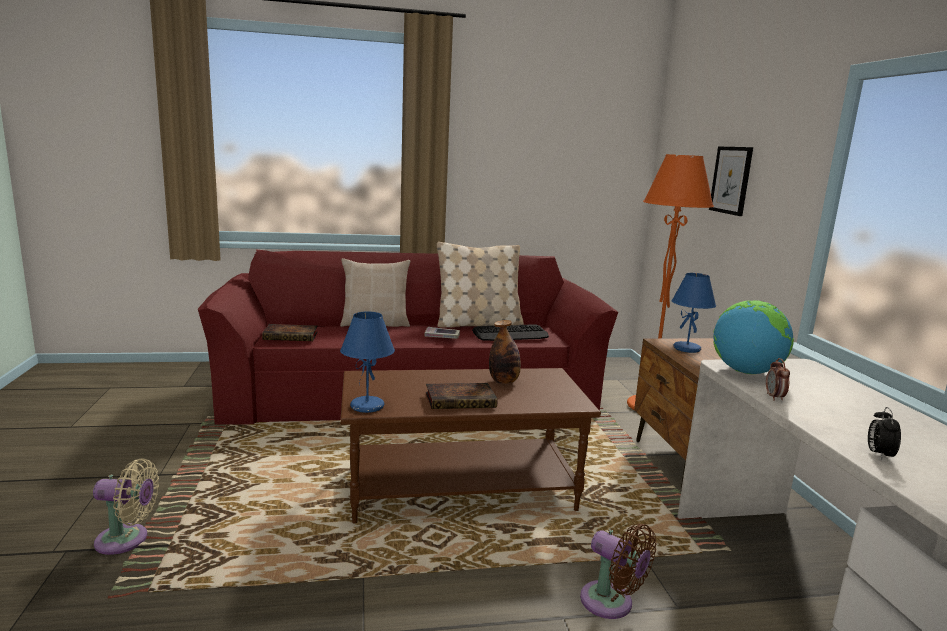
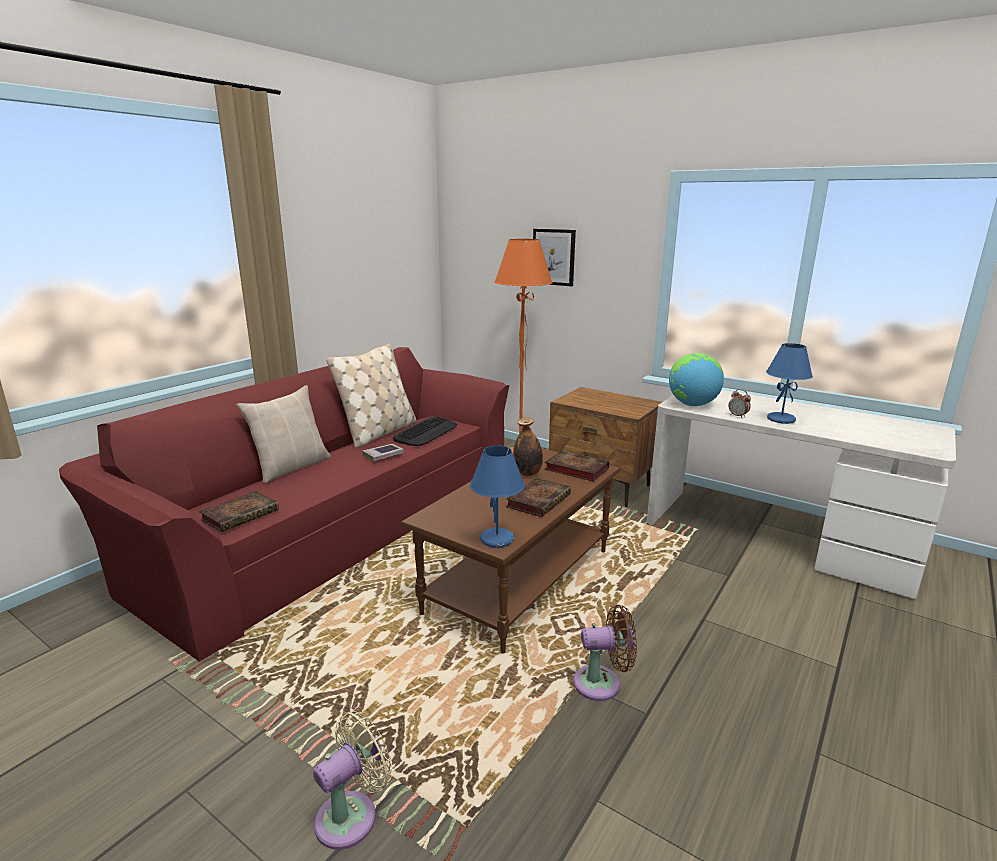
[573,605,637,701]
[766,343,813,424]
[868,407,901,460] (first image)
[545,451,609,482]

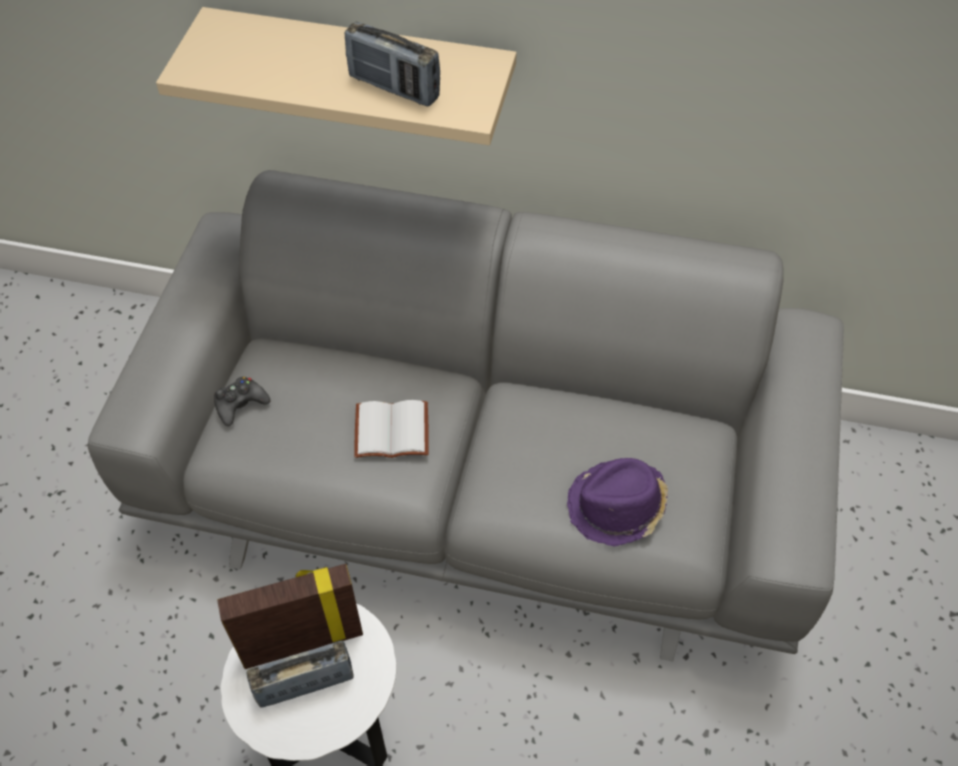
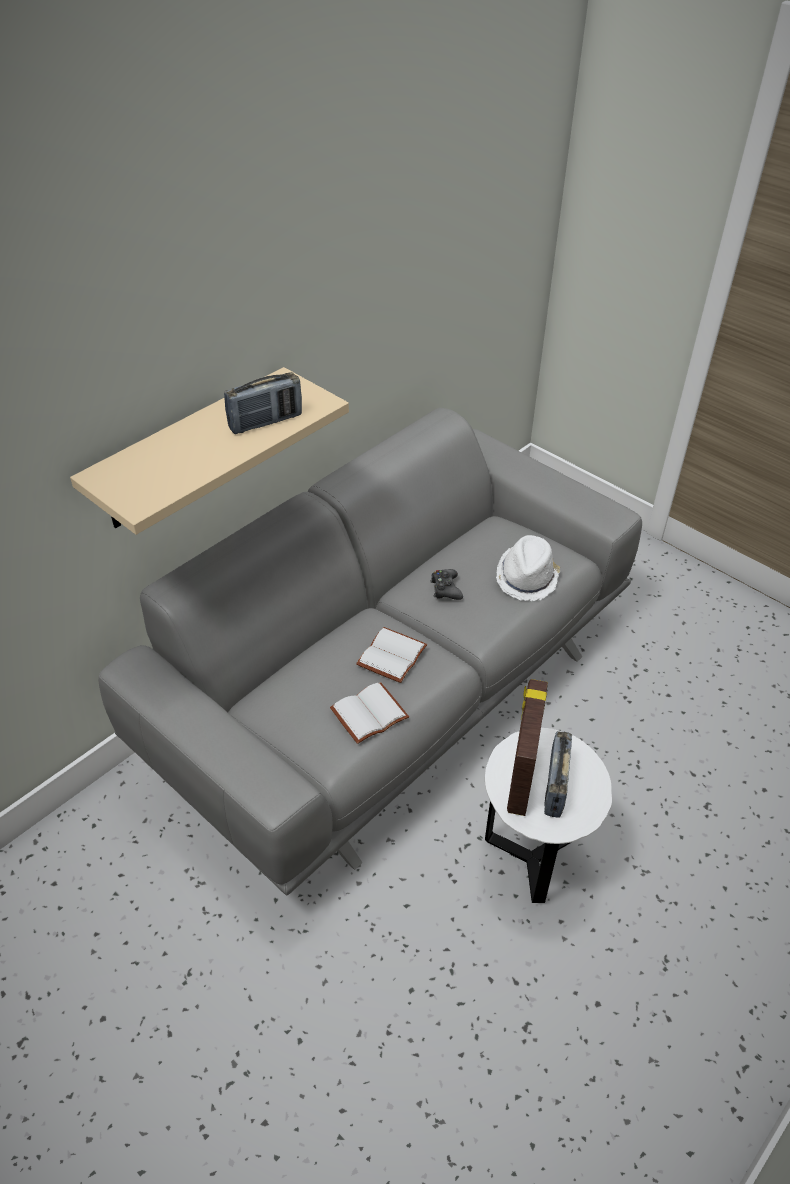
[430,569,463,600]
[496,535,560,601]
[330,682,409,744]

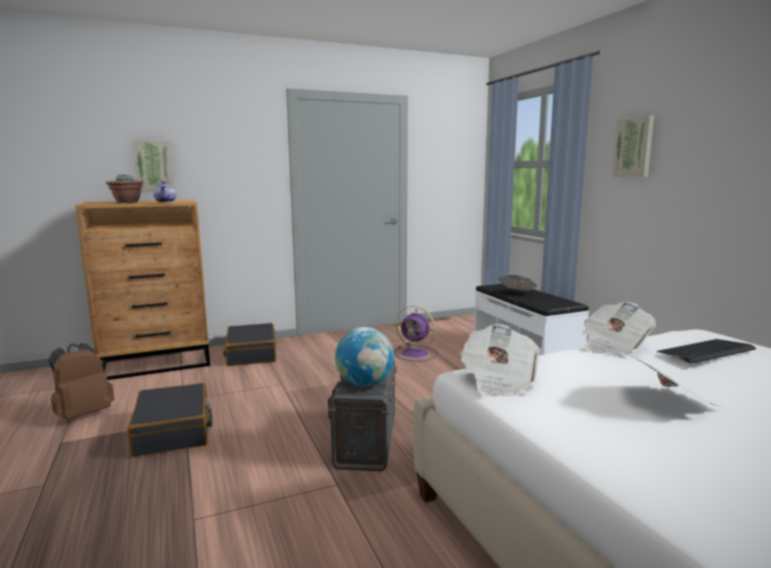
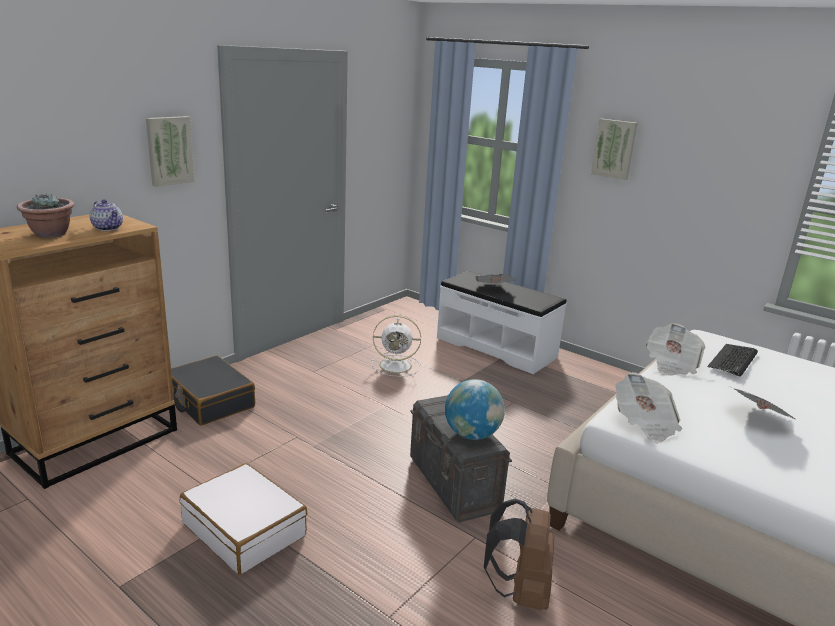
[484,499,554,610]
[180,463,307,575]
[146,116,195,187]
[372,315,421,377]

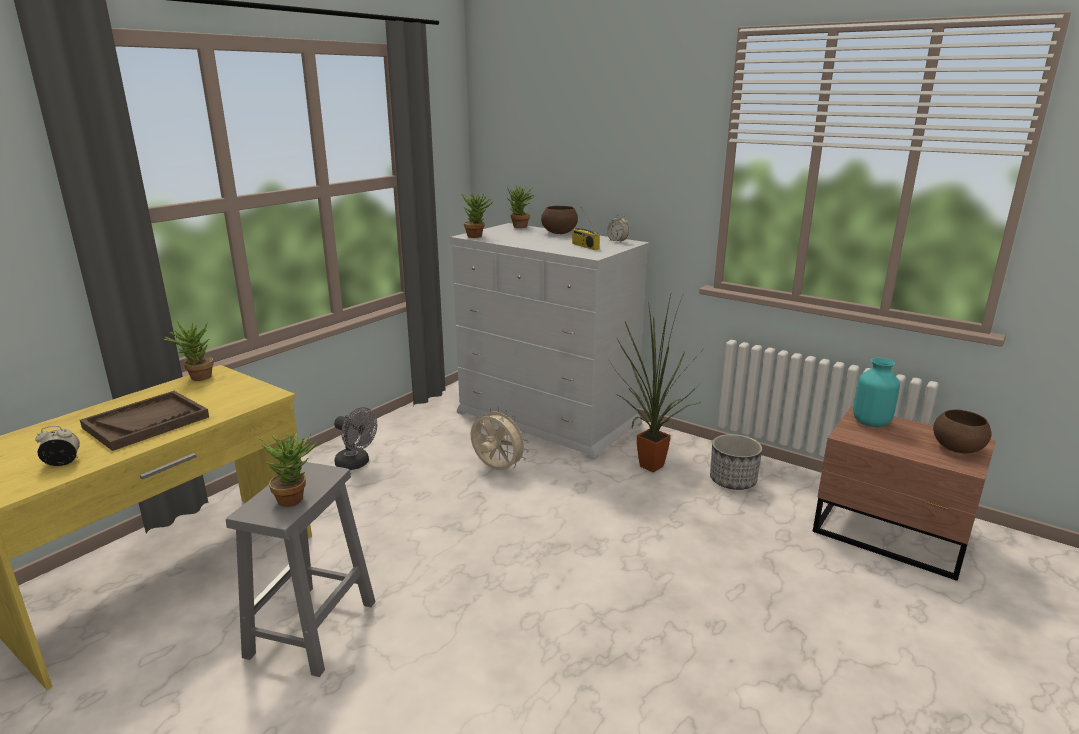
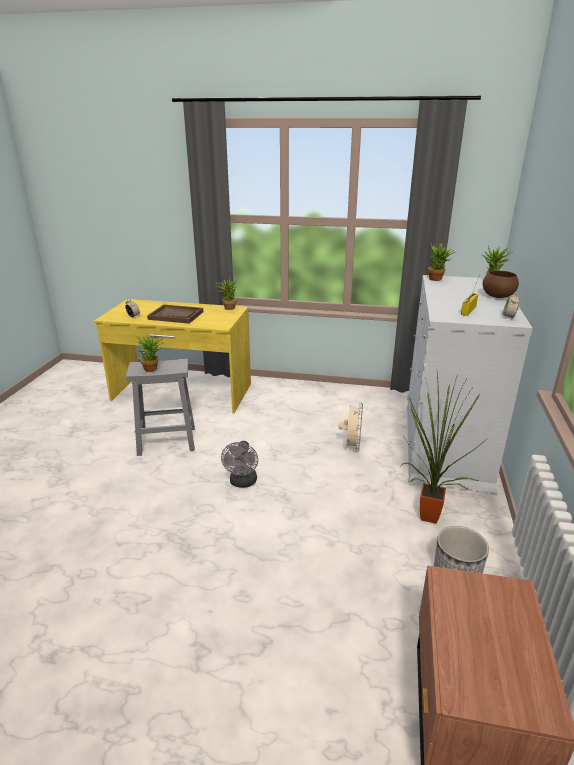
[221,441,258,488]
[853,358,900,427] (first image)
[933,409,991,453] (first image)

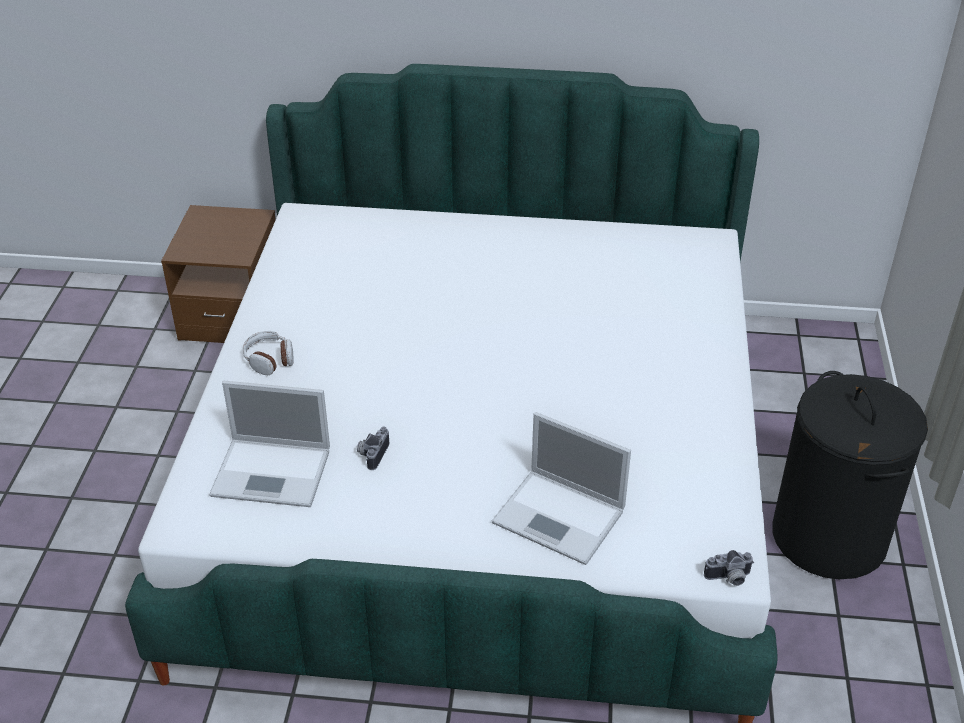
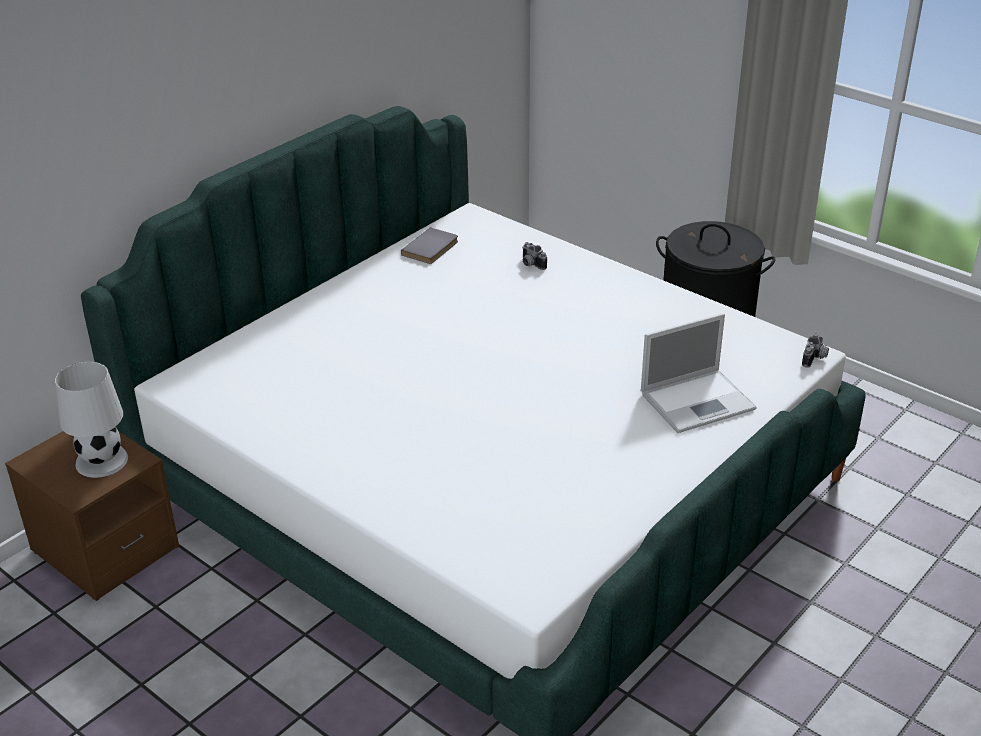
[209,381,330,507] (first image)
[243,331,294,375] (first image)
[522,242,547,270]
[55,361,128,478]
[401,227,458,264]

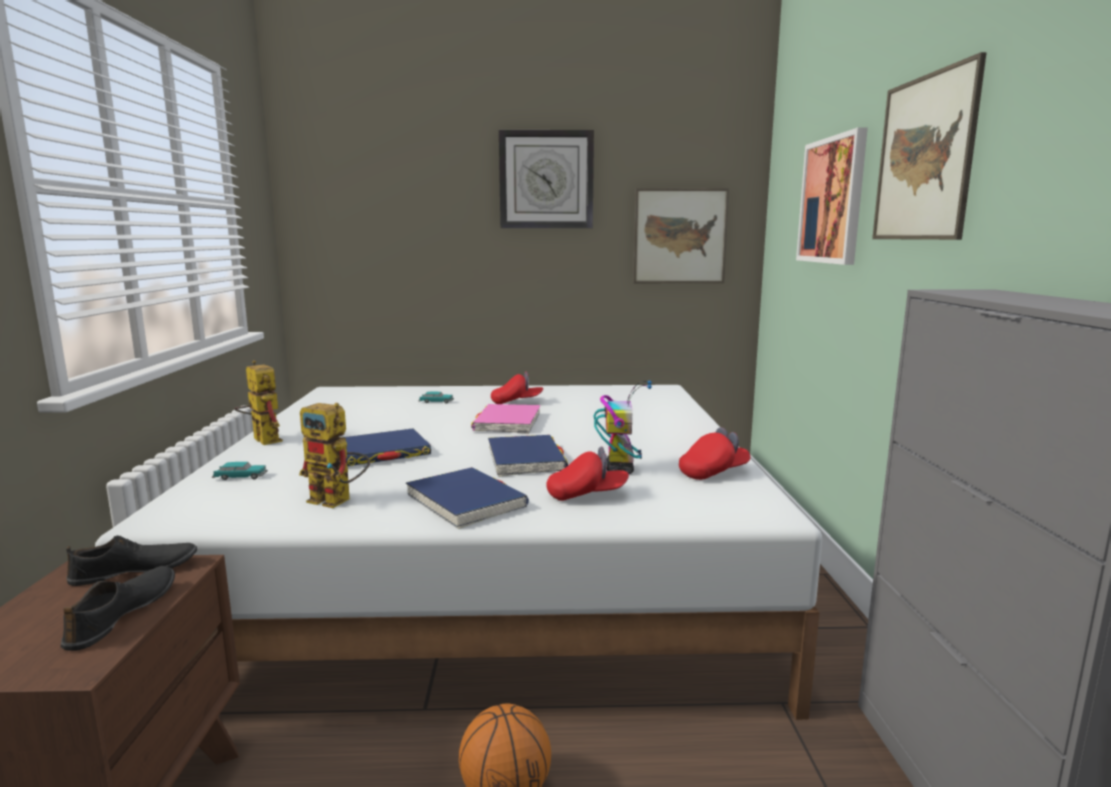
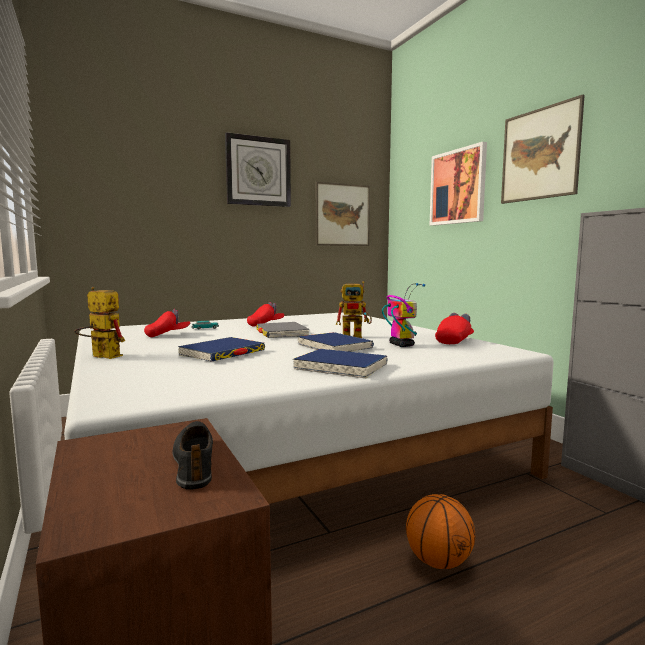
[66,535,197,586] (first image)
[212,462,268,480] (first image)
[336,281,372,338]
[256,322,310,338]
[144,309,190,337]

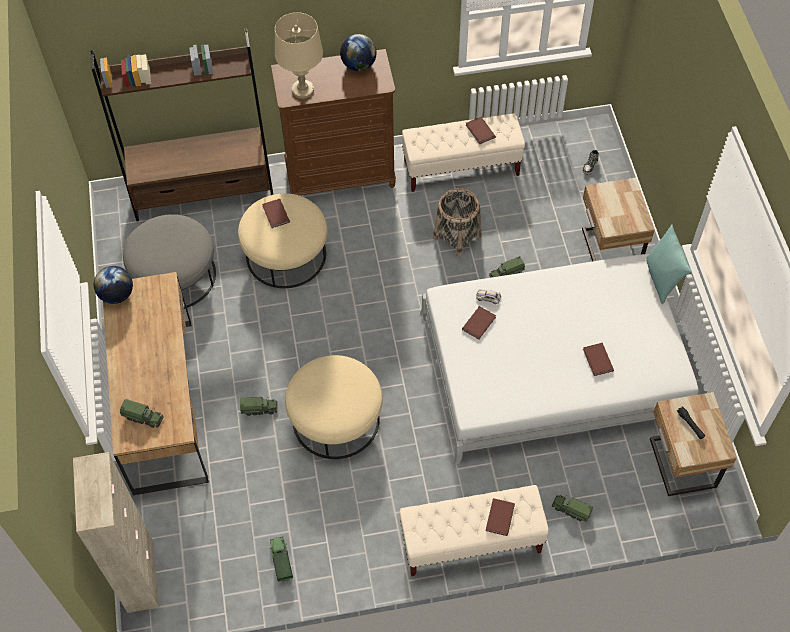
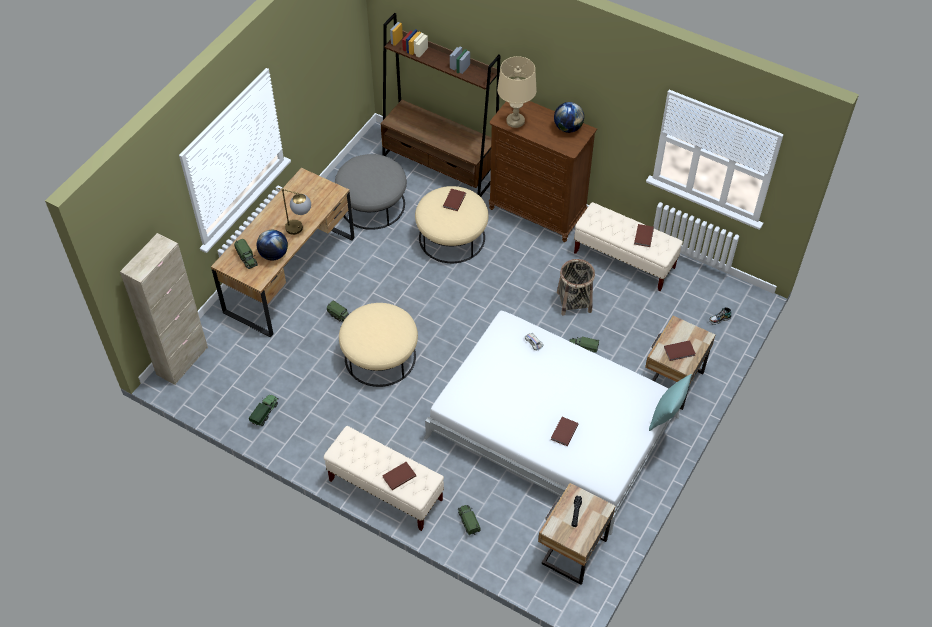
[256,230,288,260]
[664,340,696,361]
[277,188,311,235]

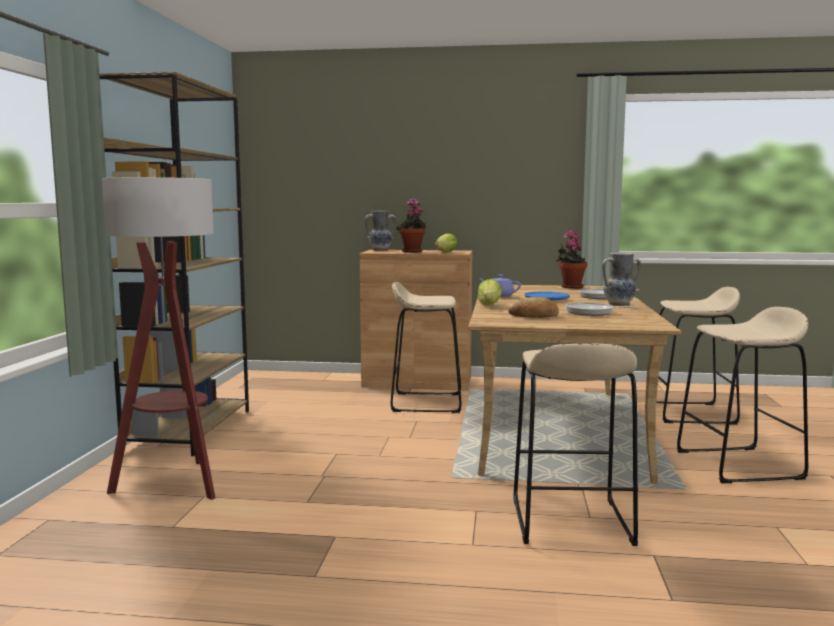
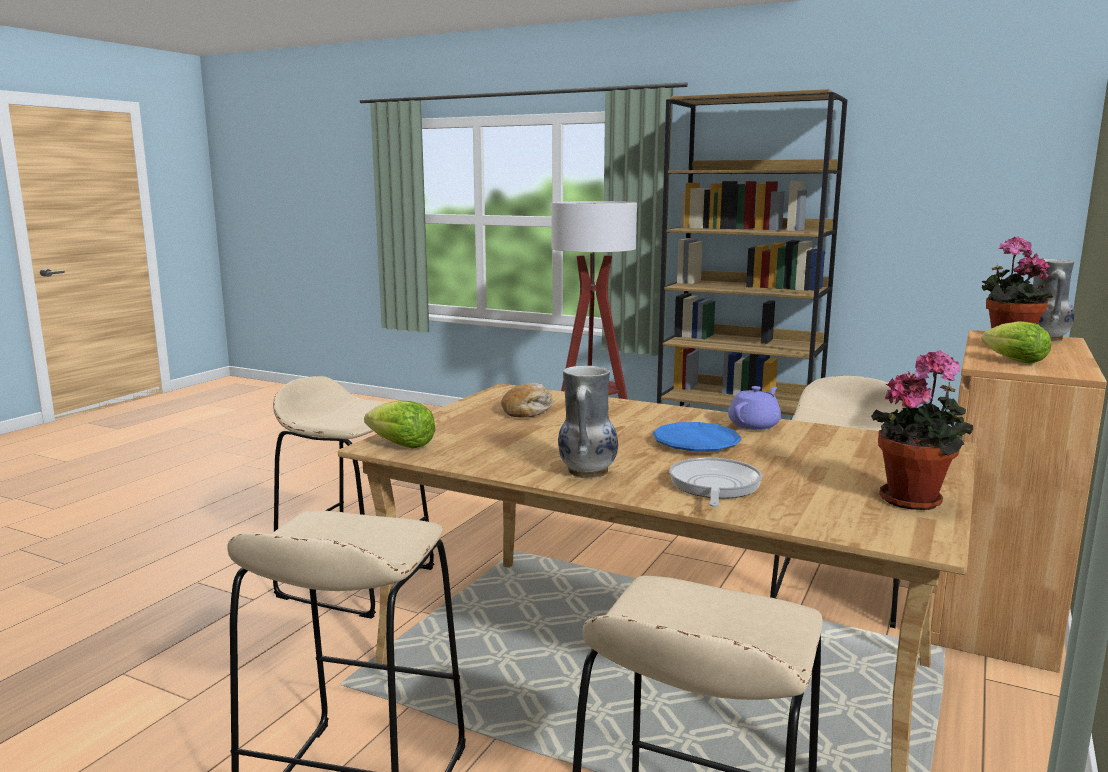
[364,400,435,449]
[566,303,640,316] (first image)

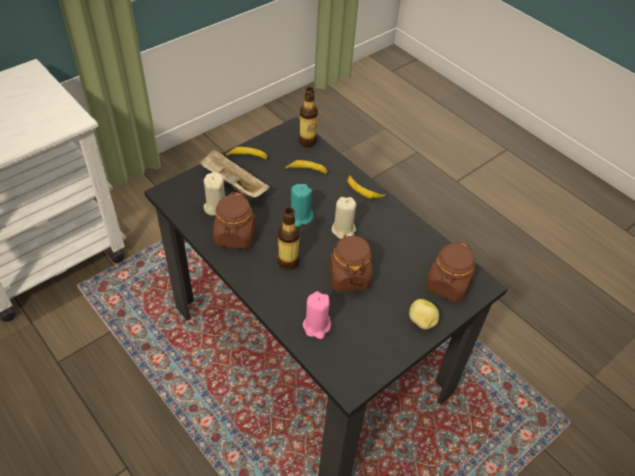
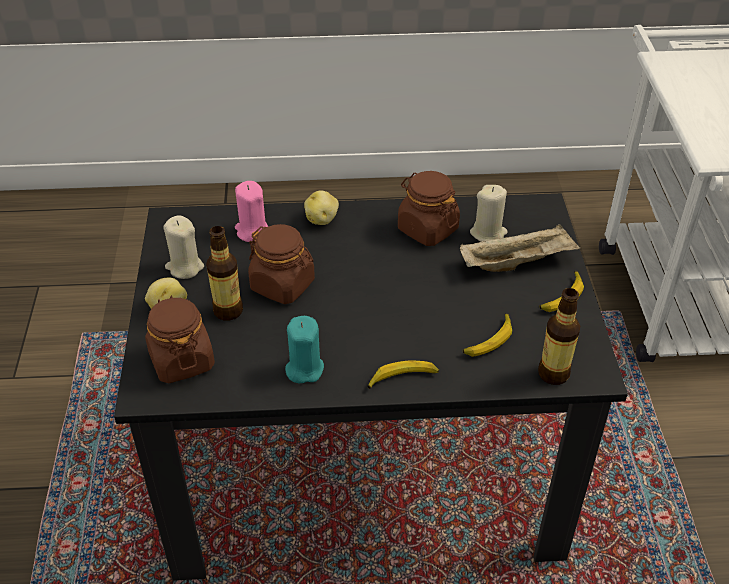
[206,226,243,321]
[285,316,324,383]
[163,215,204,279]
[304,190,339,225]

